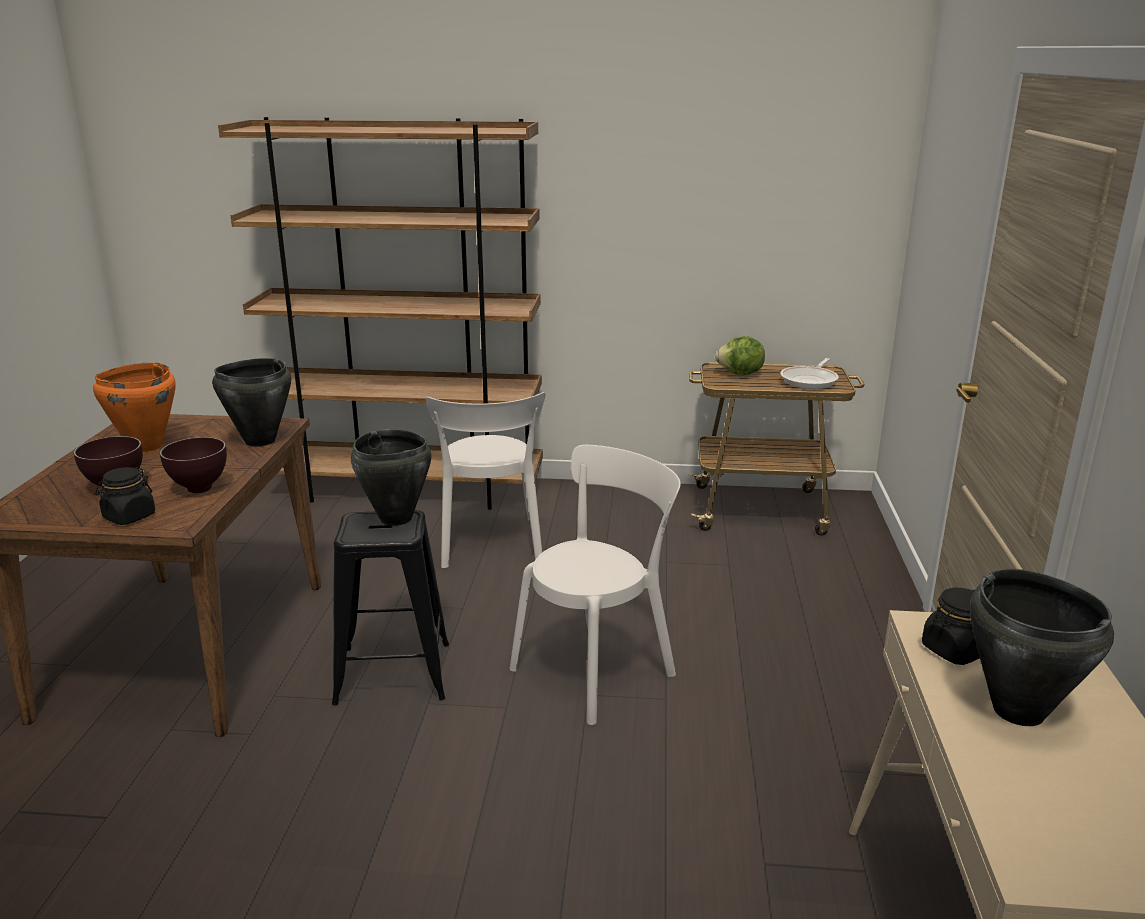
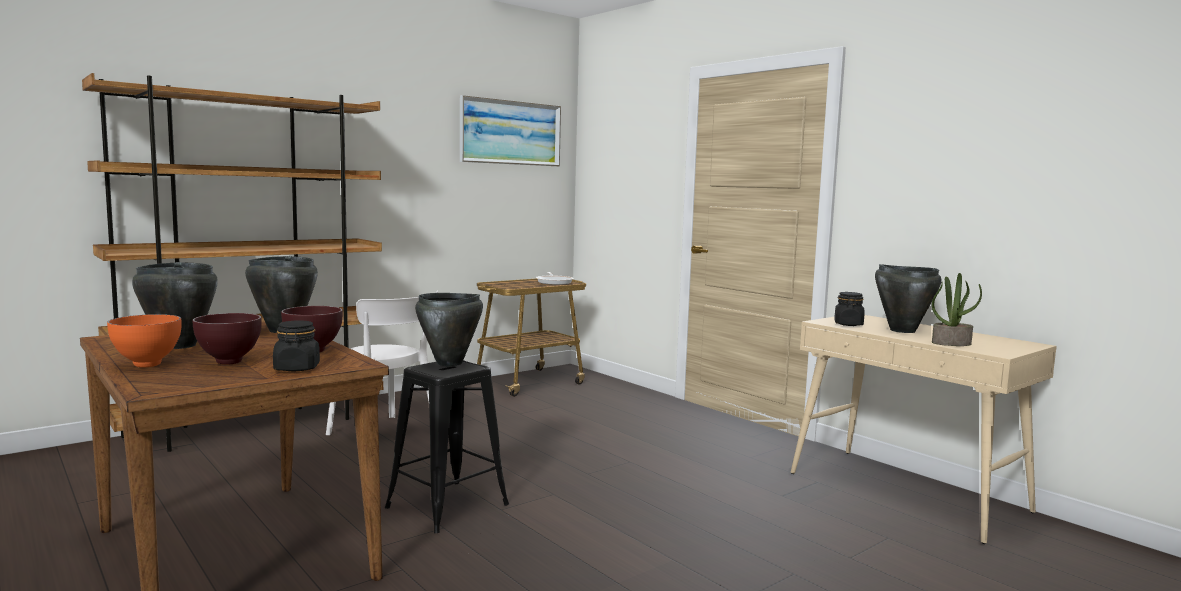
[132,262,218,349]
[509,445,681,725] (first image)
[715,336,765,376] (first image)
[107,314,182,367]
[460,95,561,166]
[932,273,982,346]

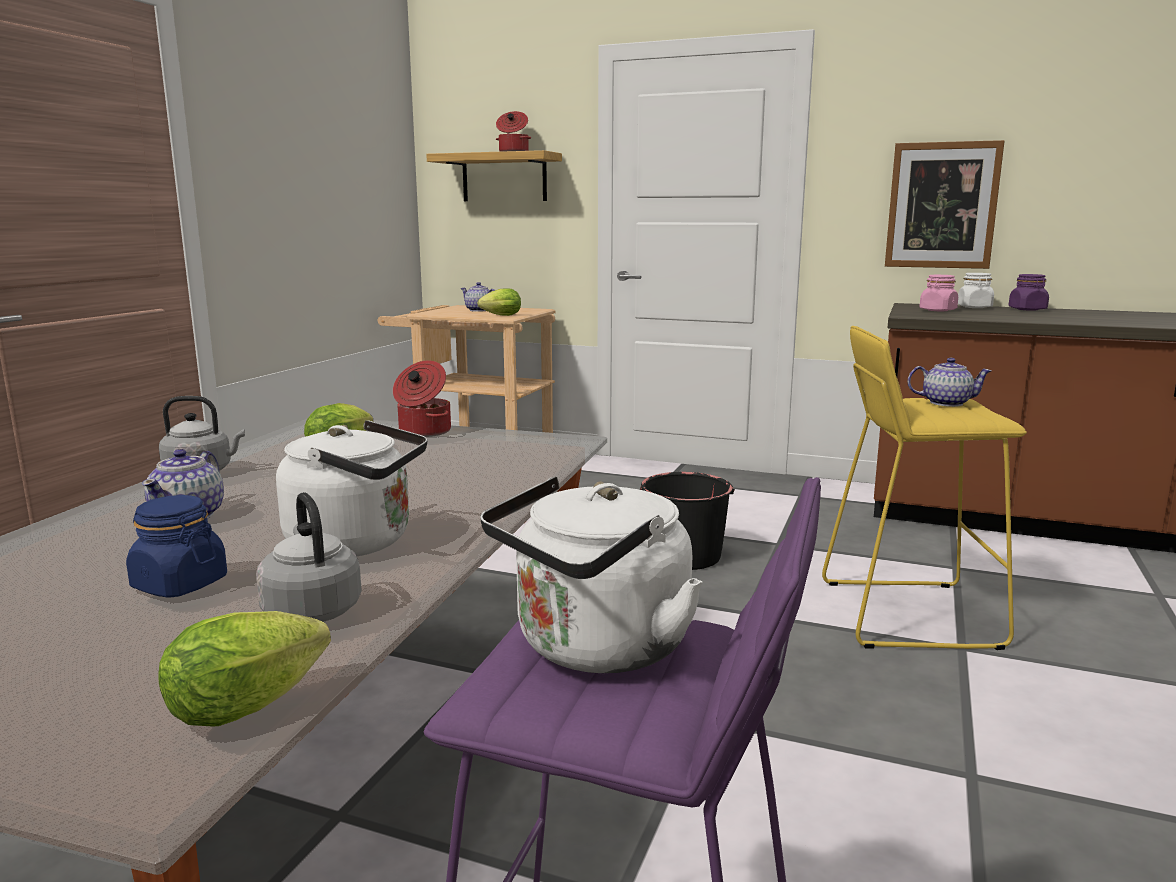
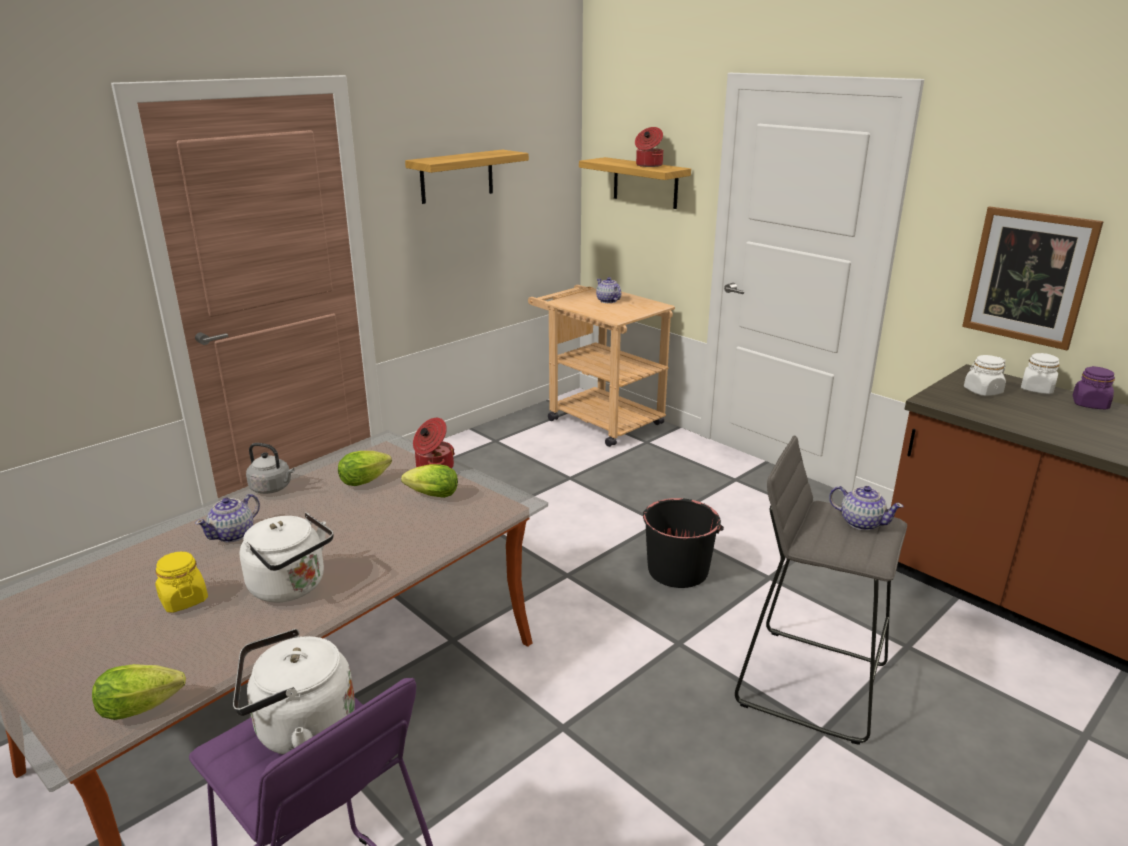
[155,552,208,613]
[256,492,362,622] (first image)
[401,464,458,498]
[735,435,907,745]
[964,355,1006,396]
[405,150,529,204]

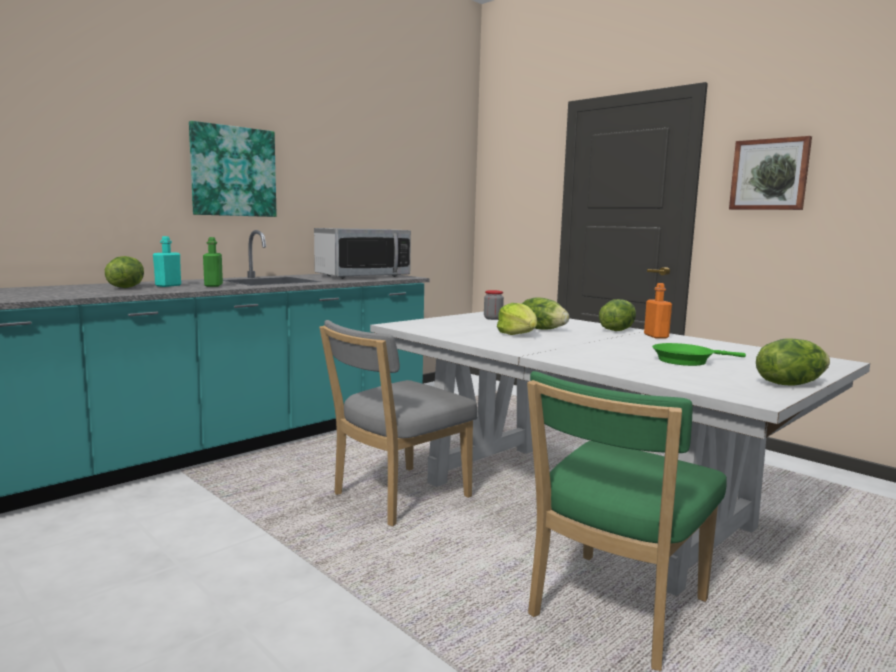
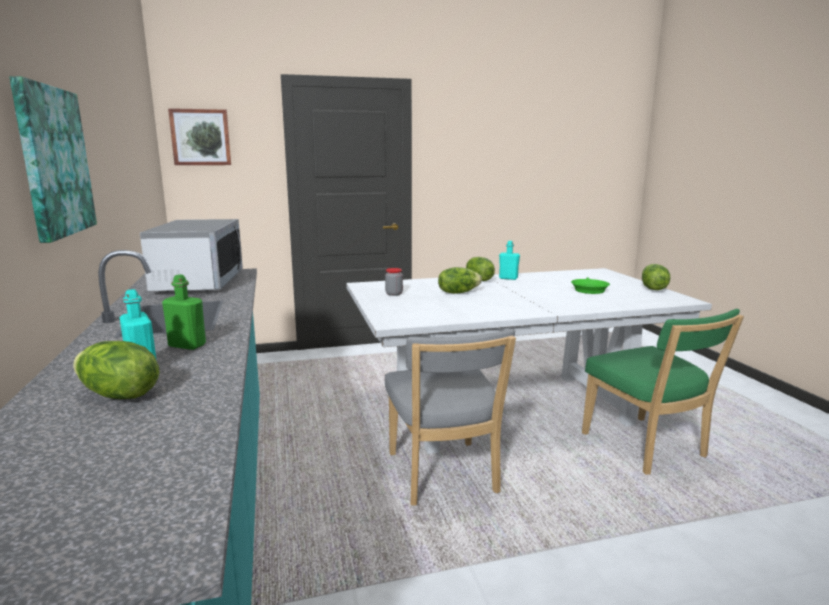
[497,303,537,335] (first image)
[499,241,520,280]
[168,108,231,165]

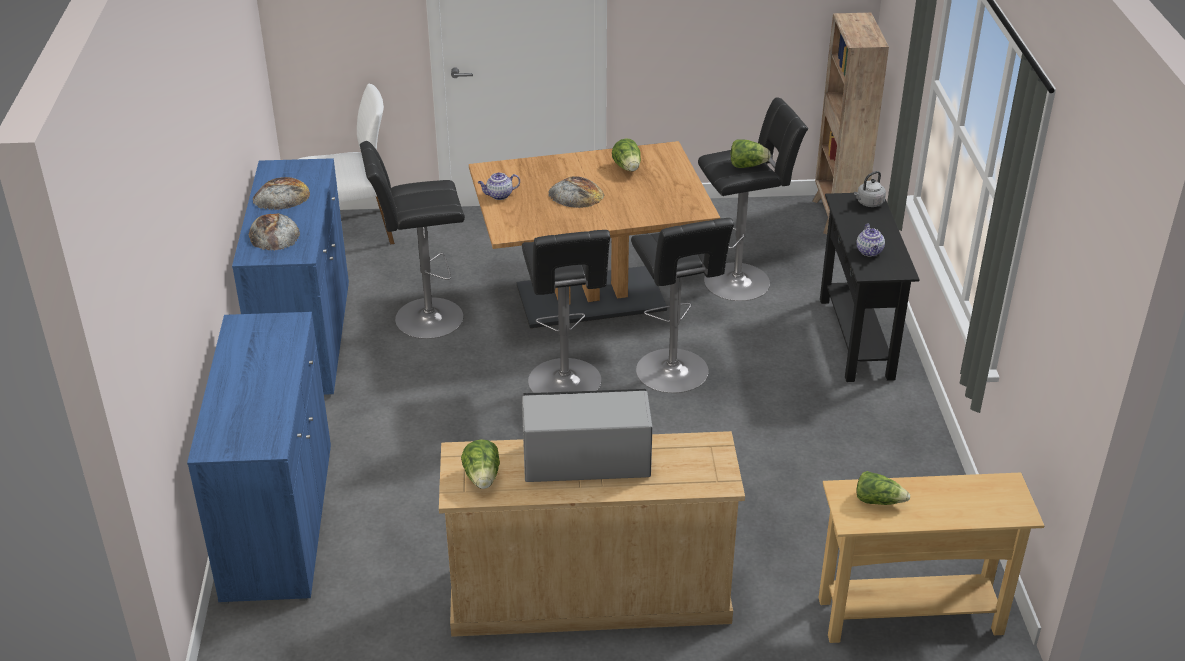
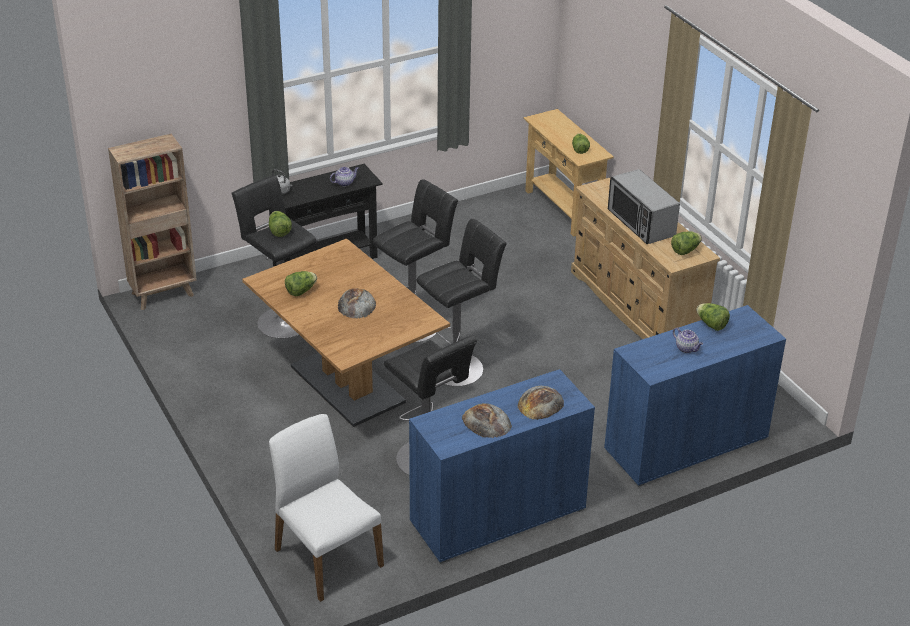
[673,327,703,353]
[696,303,730,331]

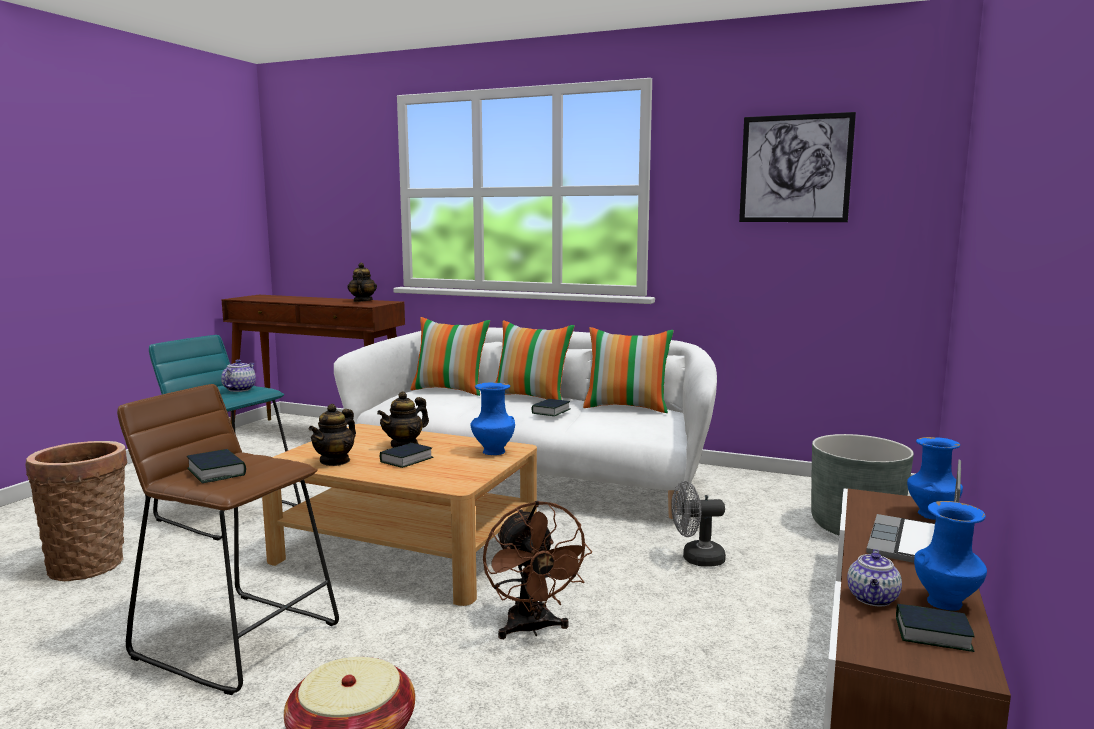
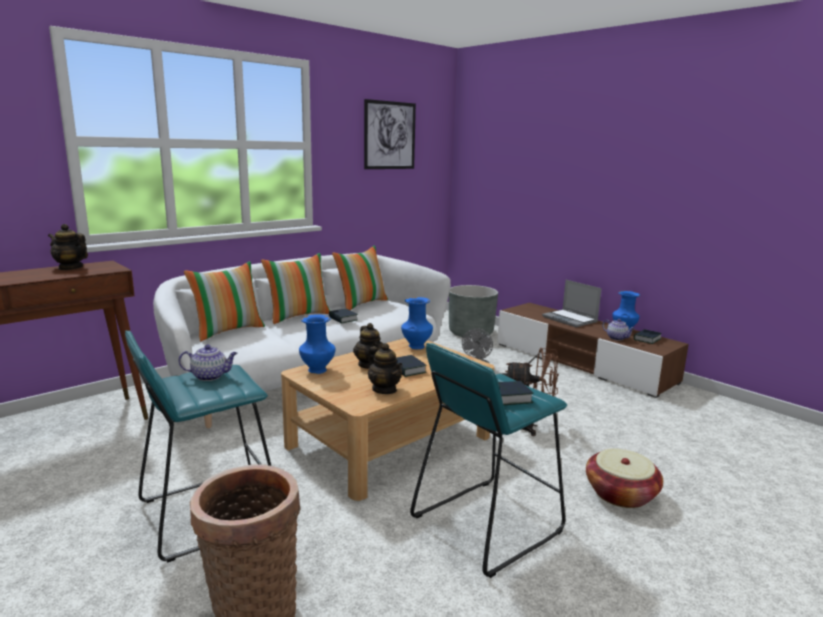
[410,343,567,578]
[179,345,237,381]
[299,314,335,374]

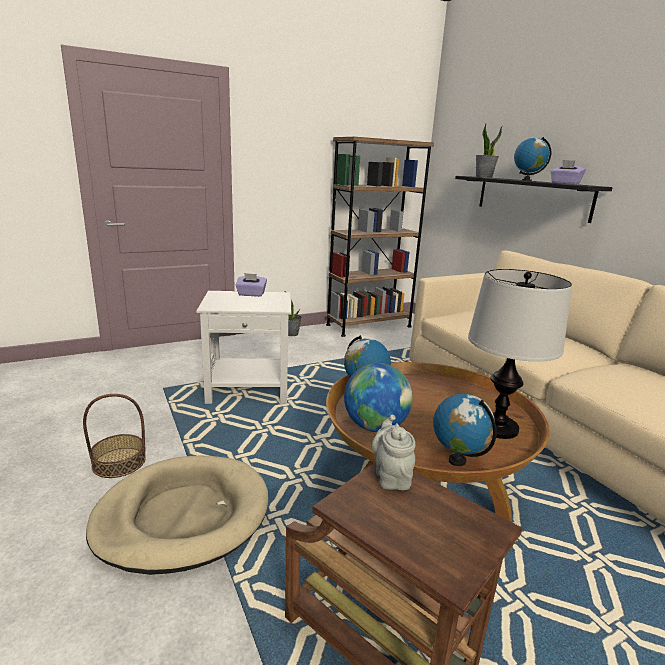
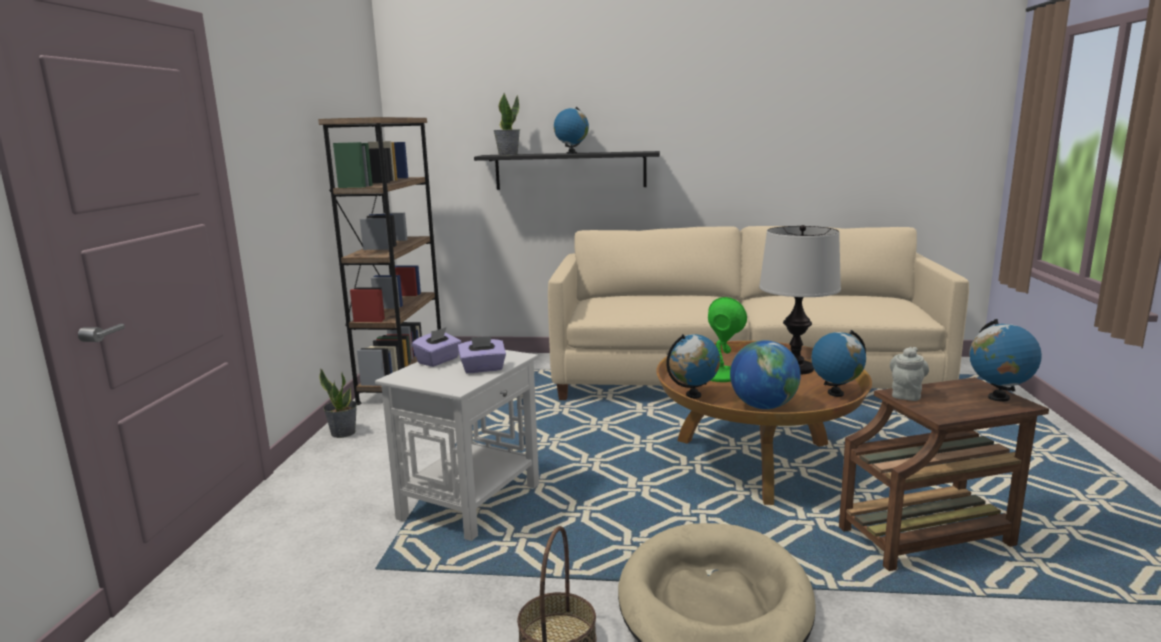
[890,347,929,401]
[458,336,506,373]
[708,297,747,382]
[969,319,1042,402]

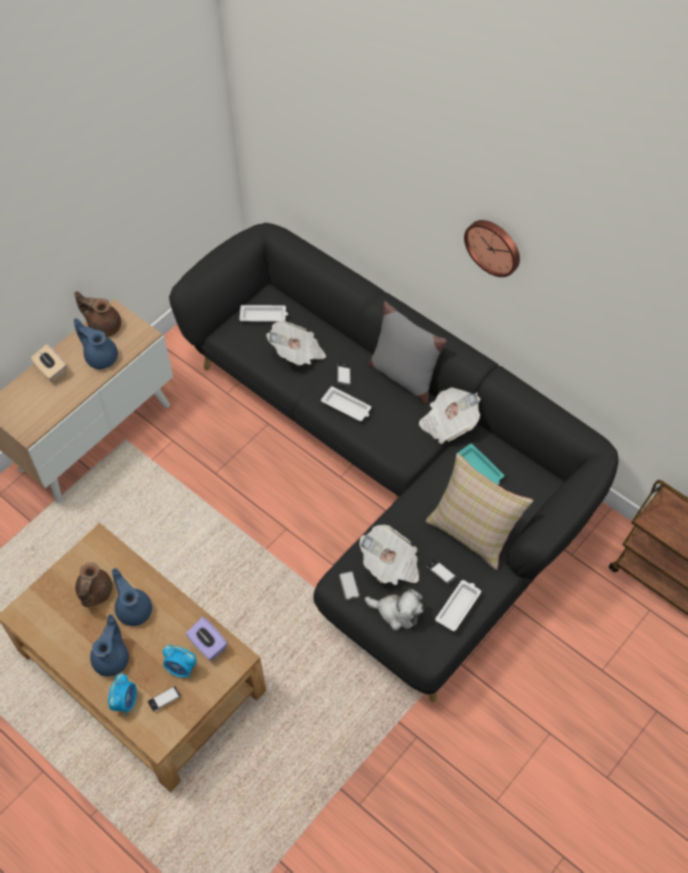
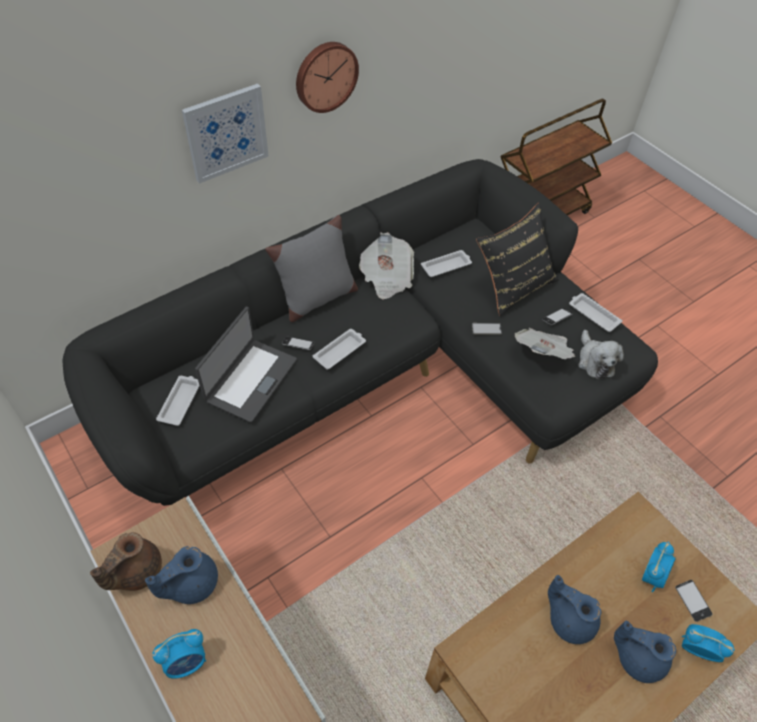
[152,629,206,679]
[75,562,113,607] (first image)
[548,575,601,644]
[186,617,228,661] (first image)
[195,307,297,423]
[472,323,502,335]
[578,330,624,379]
[476,203,559,316]
[421,250,472,277]
[182,84,268,184]

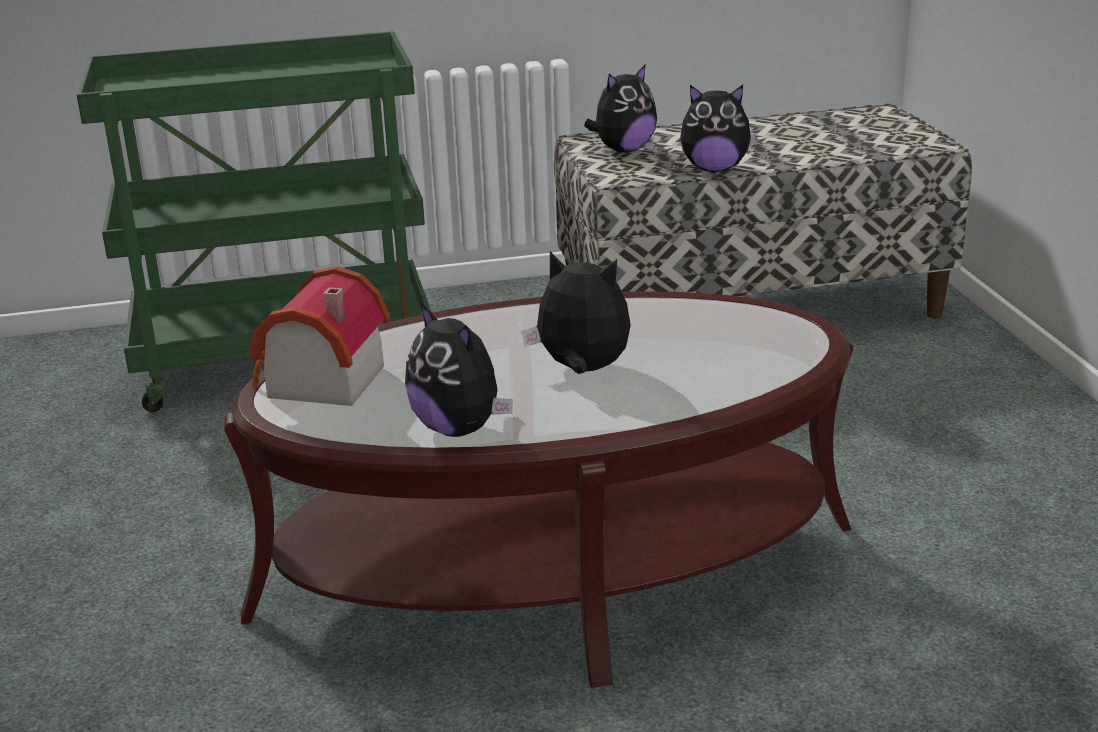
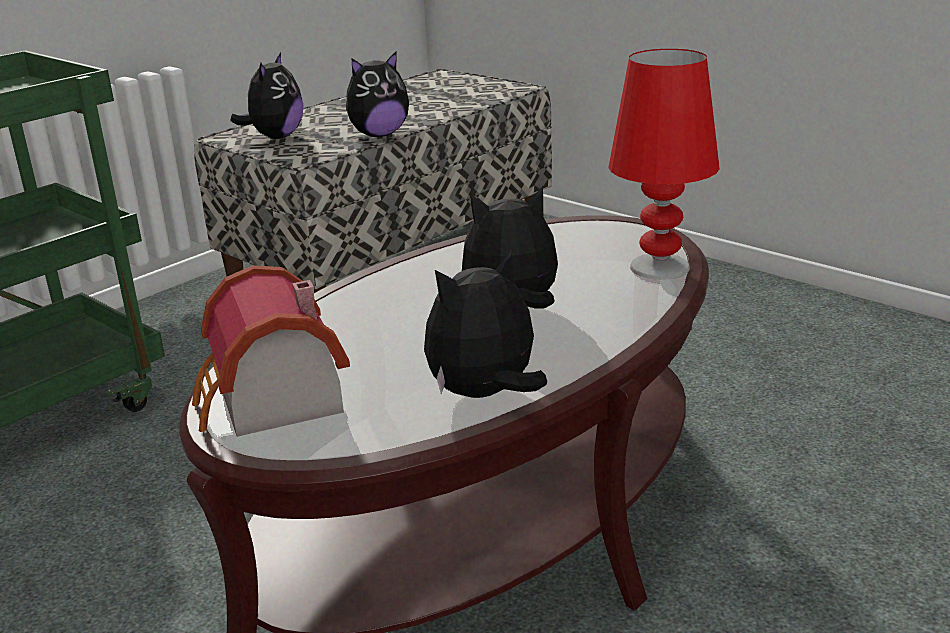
[424,250,547,398]
[608,49,720,280]

